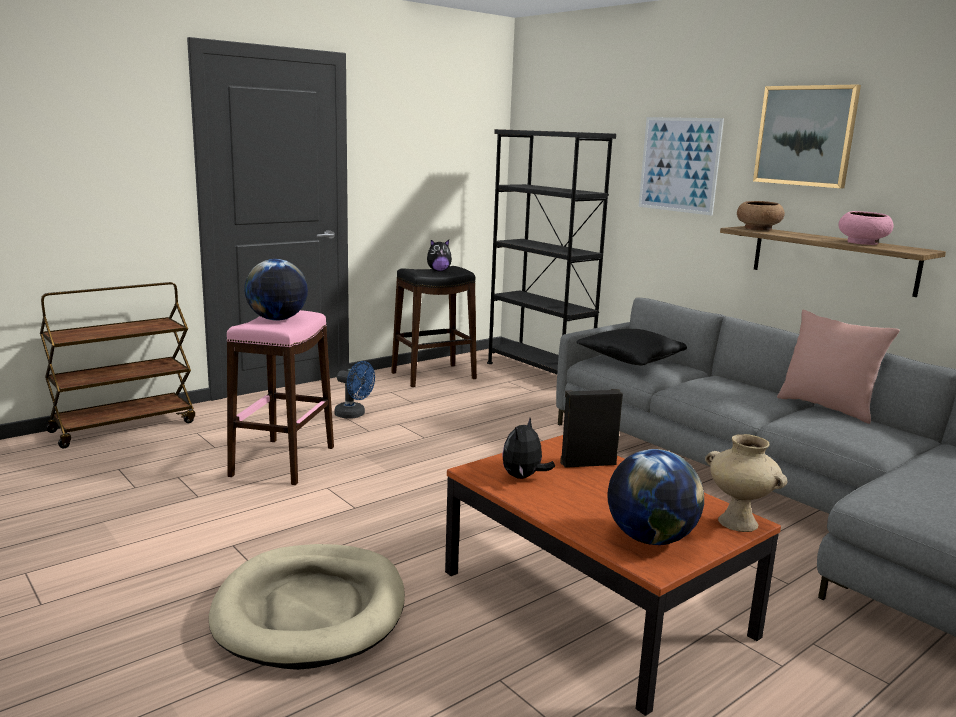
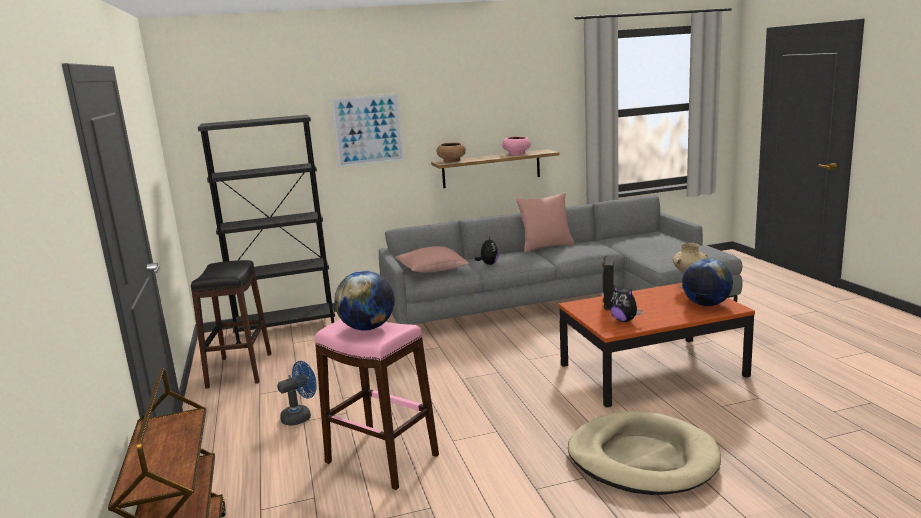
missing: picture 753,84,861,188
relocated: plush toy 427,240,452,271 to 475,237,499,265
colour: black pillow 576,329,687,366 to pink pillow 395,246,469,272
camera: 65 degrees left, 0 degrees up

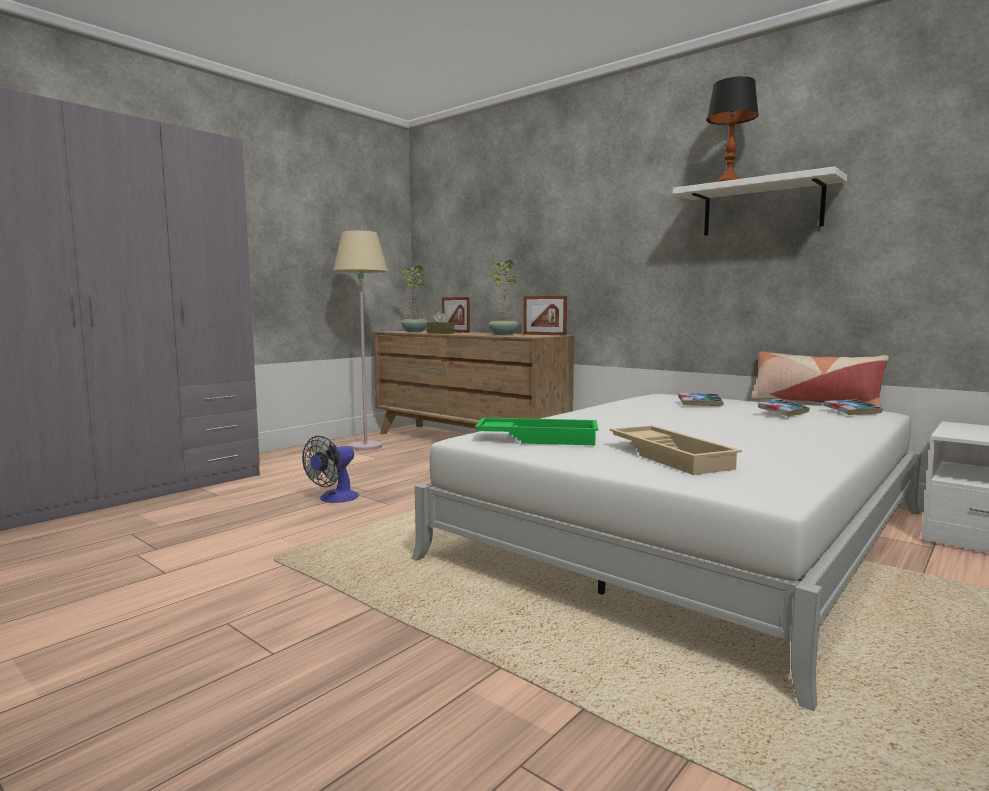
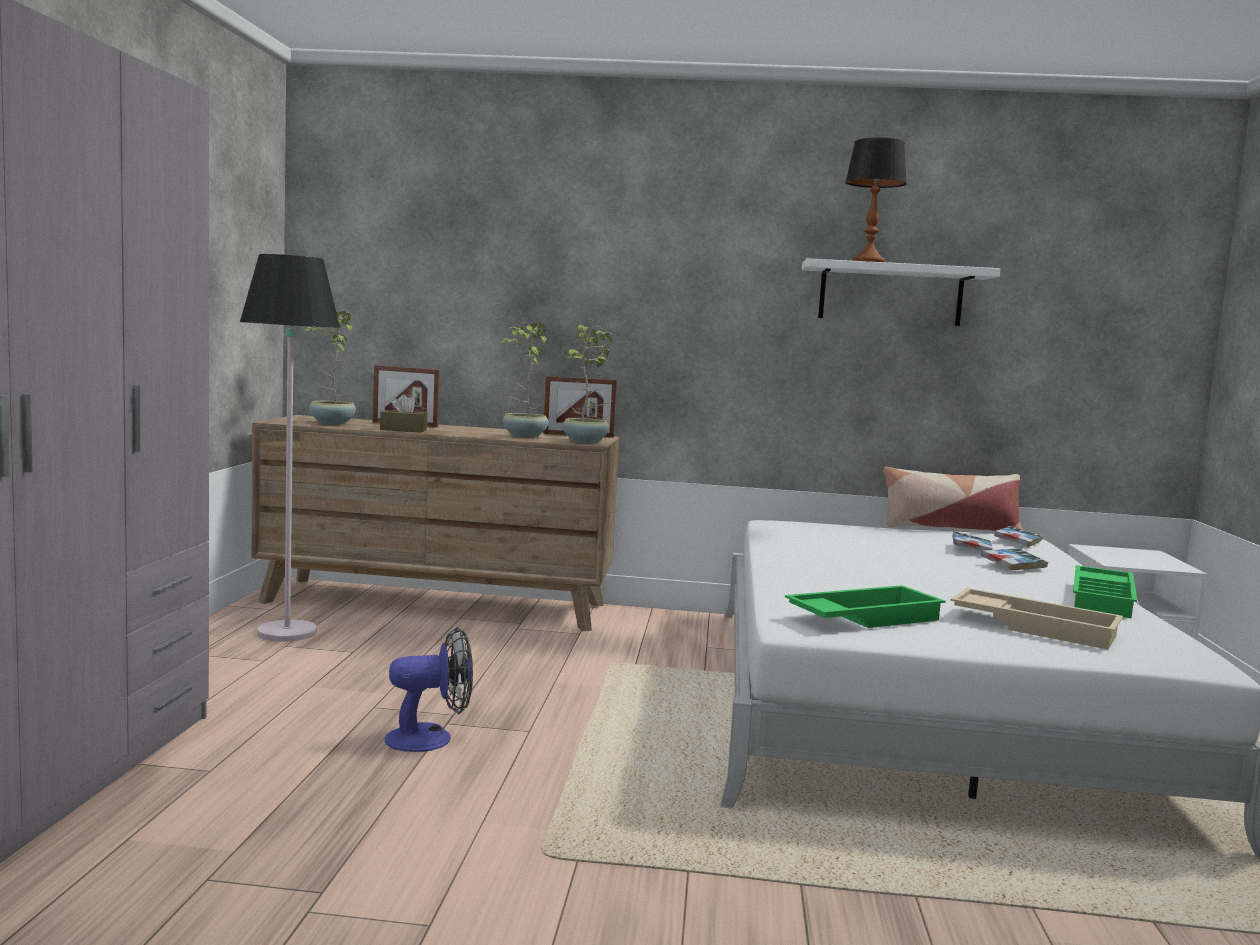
appeared: potted plant 562,325,612,444; green tray 1073,565,1137,618
relocated: book 678,393,724,406 to 981,548,1048,571
colour: beige floor lamp 333,230,388,451 to black floor lamp 240,254,340,642
spun: fan 302,436,359,503 = 385,627,473,752 105 degrees counterclockwise
camera: 35 degrees left, 0 degrees up

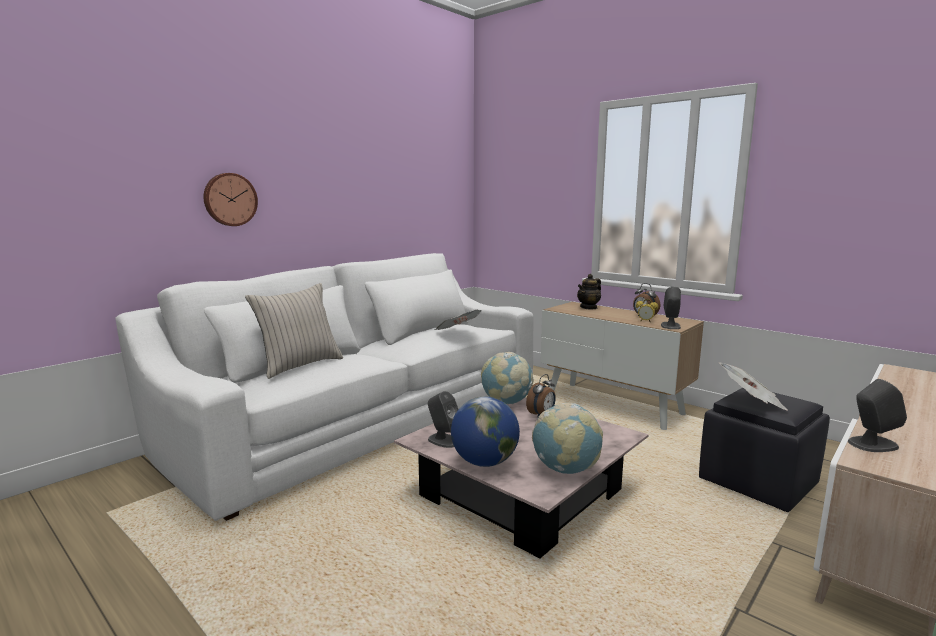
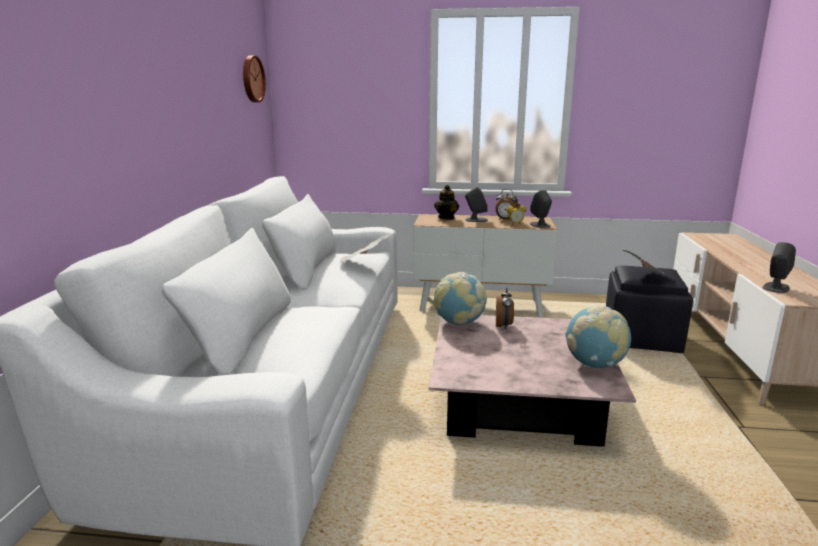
missing: beige pillow 245,283,343,379; globe 451,397,520,467
relocated: wall clock 204,173,258,226 to 243,55,266,102; grey speaker 428,391,458,448 to 465,186,488,222
camera: 35 degrees left, 5 degrees up

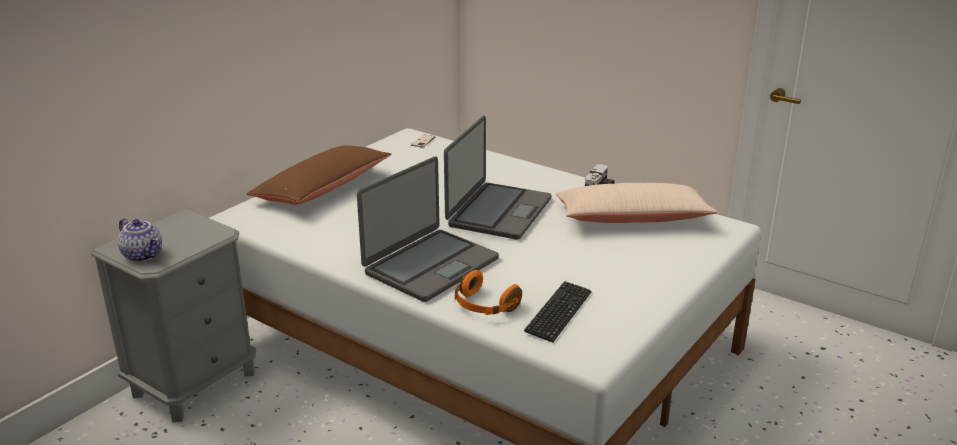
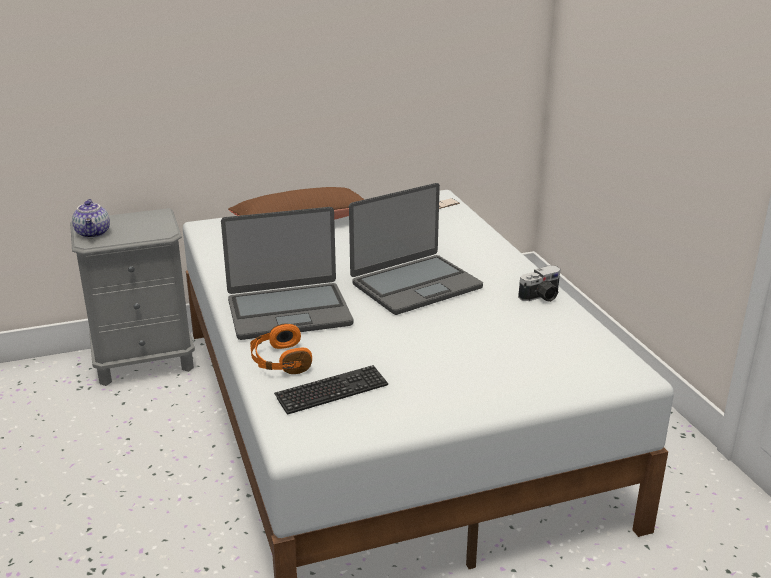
missing: beige pillow 556,183,718,223
camera: 35 degrees right, 0 degrees up

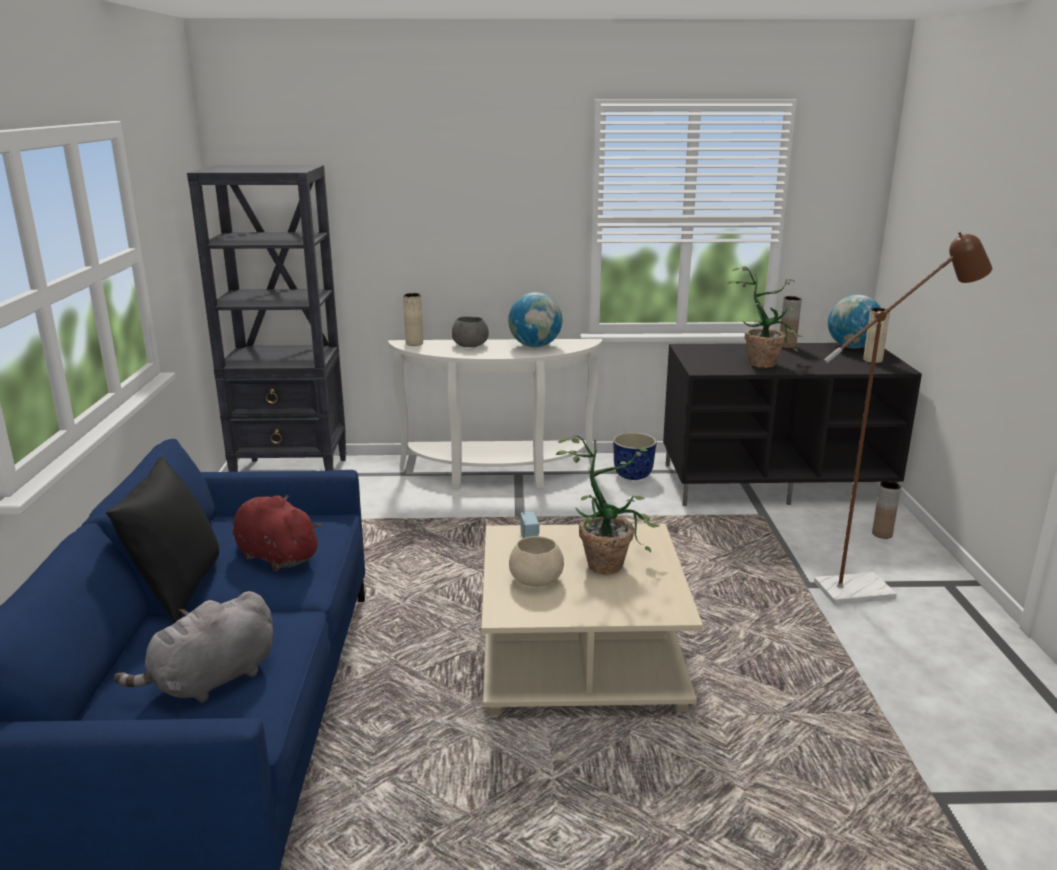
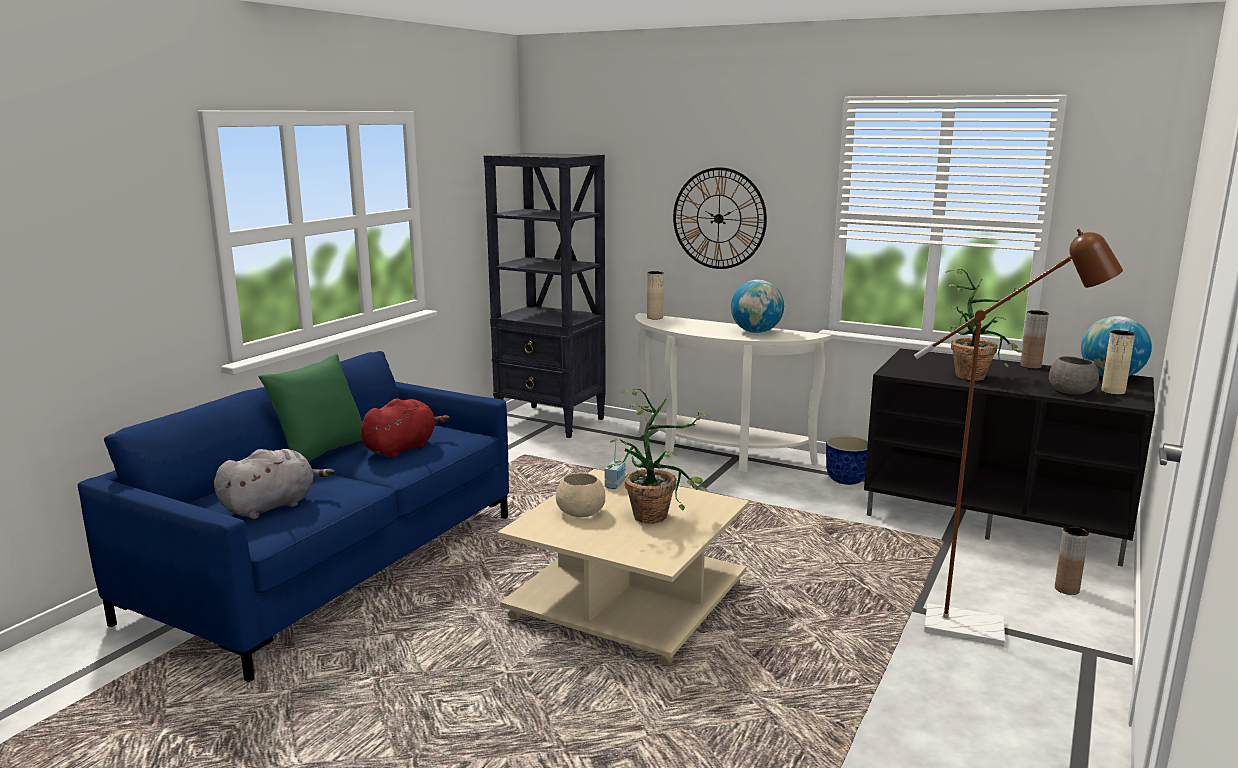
appeared: wall clock 673,167,767,269
relocated: grey bowl 452,316,489,347 to 1049,356,1099,395
colour: black pillow 106,457,219,623 to green pillow 258,354,362,462
spun: grey plush toy 114,591,273,703 = 214,449,334,519 150 degrees clockwise; red plush toy 233,494,322,571 = 361,399,450,458 60 degrees clockwise
camera: 30 degrees right, 5 degrees down

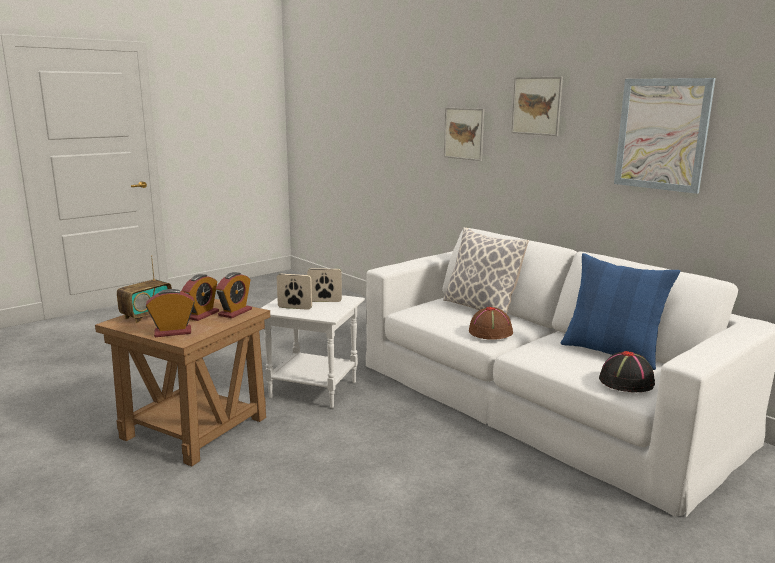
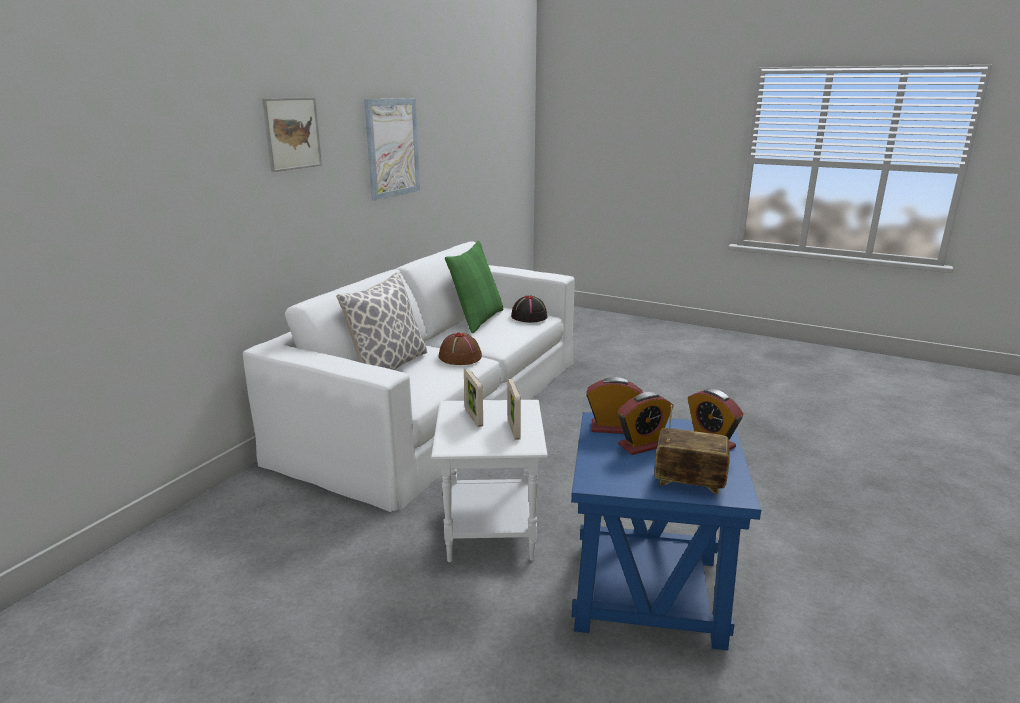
missing: picture 444,108,484,161
colour: brown side table 95,299,270,466 to blue side table 571,412,761,650; blue pillow 560,253,680,370 to green pillow 445,241,503,333
spun: alarm clock 181,274,219,321 = 618,392,674,455 150 degrees clockwise
camera: 110 degrees left, 5 degrees up

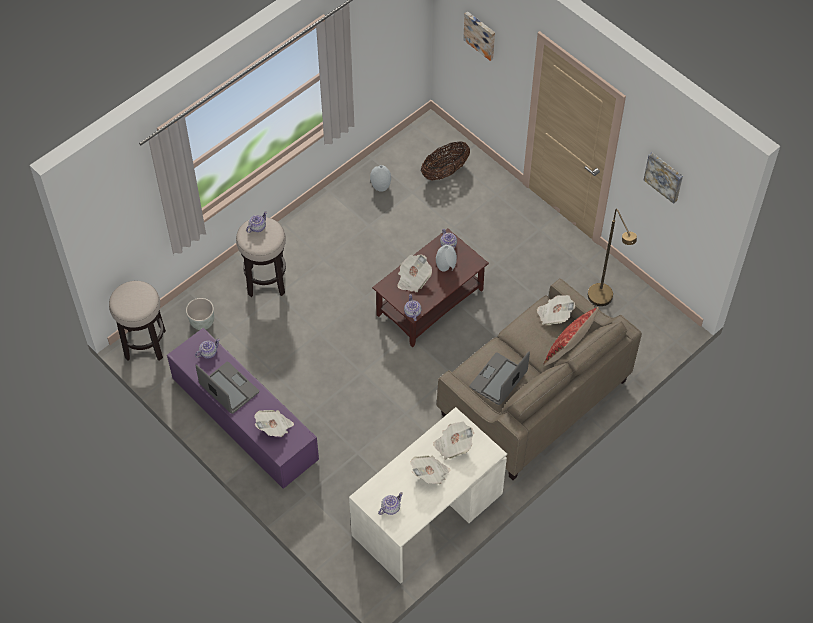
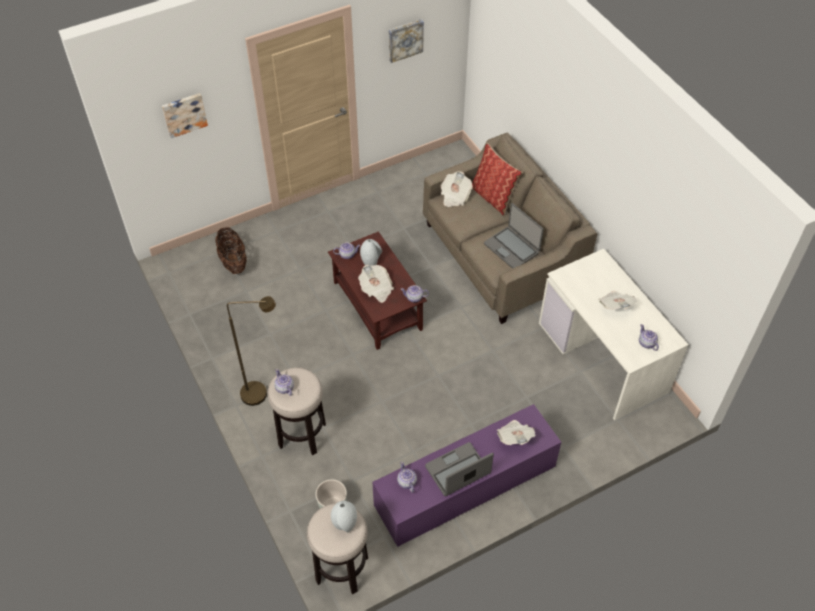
missing: newspaper 433,421,474,460
relocated: grey vase 370,165,391,192 to 331,500,357,533; brown floor lamp 588,208,637,306 to 227,296,276,406
camera: 75 degrees left, 5 degrees down

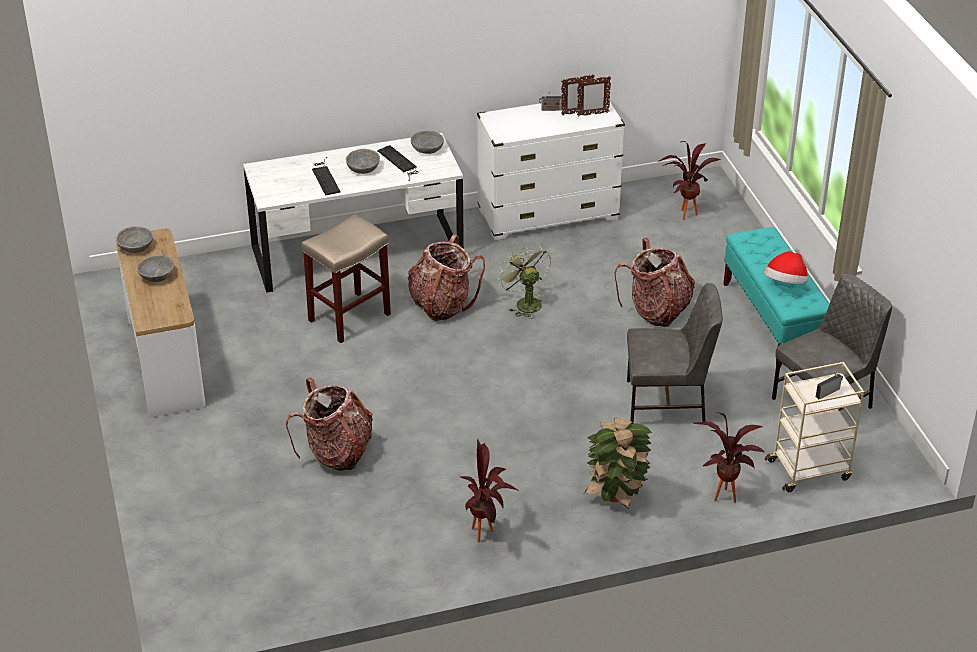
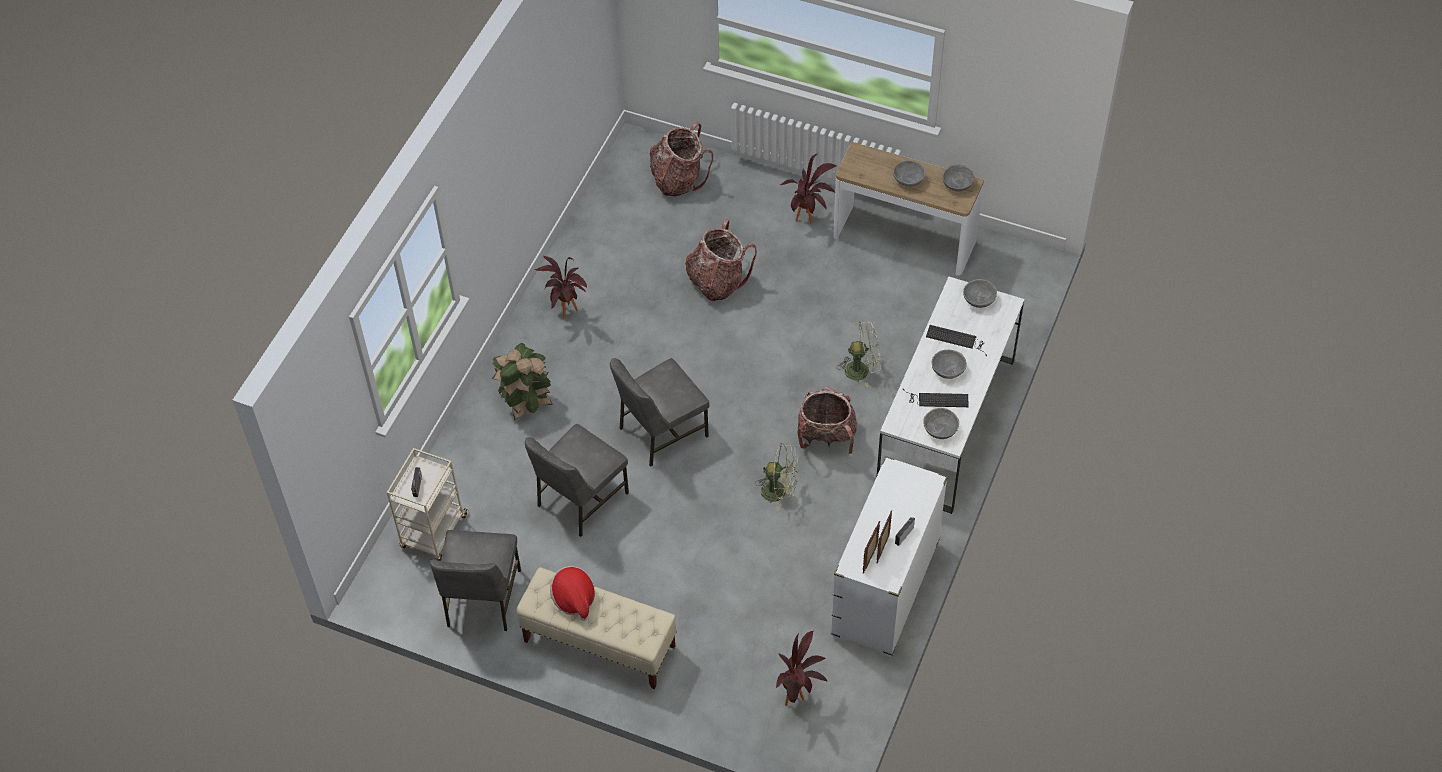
appeared: grey chair 610,358,710,467; grey bowl 963,279,997,308
relocated: backpack 615,238,695,327 to 649,122,713,197; potted plant 694,412,765,503 to 781,154,837,224
exchanged: beige stool 301,214,391,343 to green fan 838,321,881,387
colour: turquoise bench 724,227,829,367 to beige bench 516,567,677,689
camera: 130 degrees right, 15 degrees up

